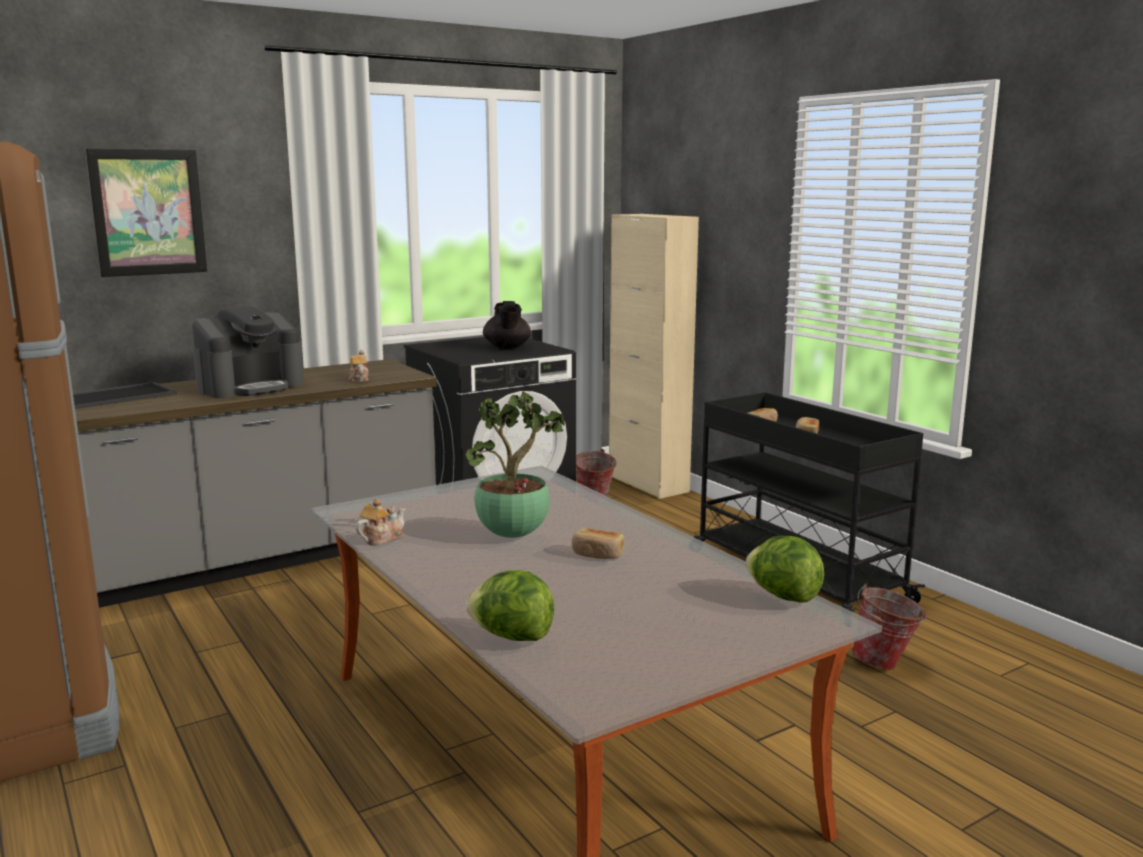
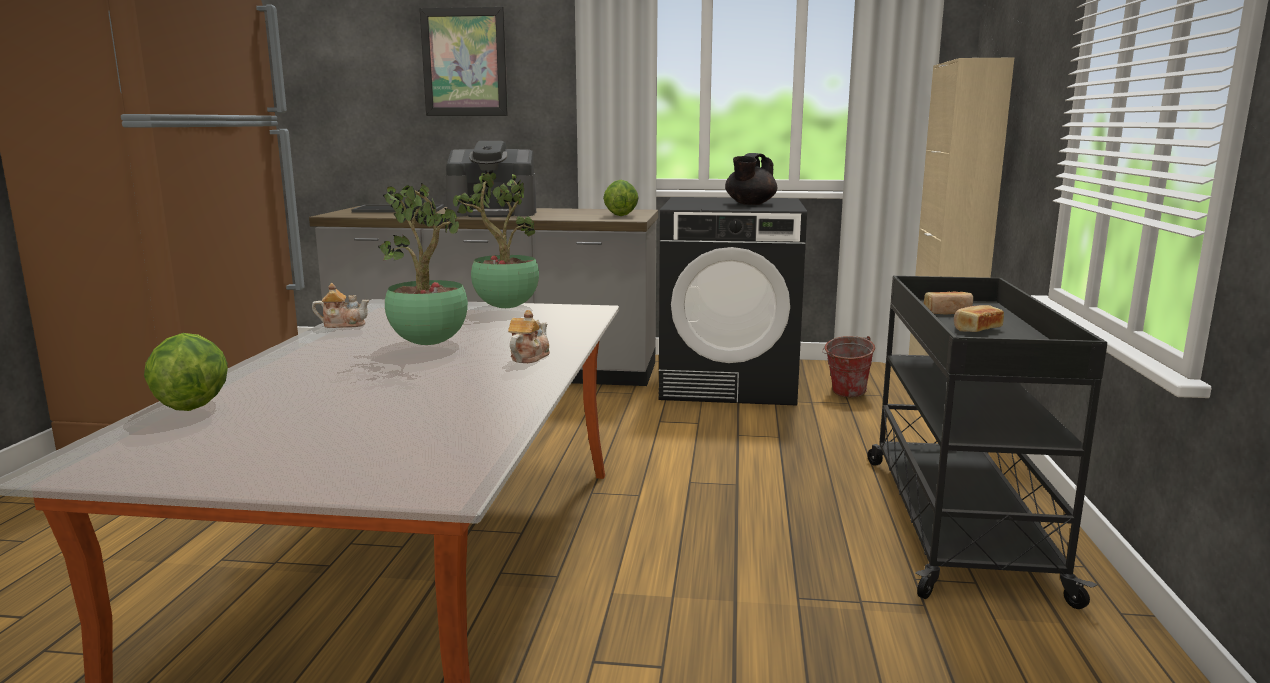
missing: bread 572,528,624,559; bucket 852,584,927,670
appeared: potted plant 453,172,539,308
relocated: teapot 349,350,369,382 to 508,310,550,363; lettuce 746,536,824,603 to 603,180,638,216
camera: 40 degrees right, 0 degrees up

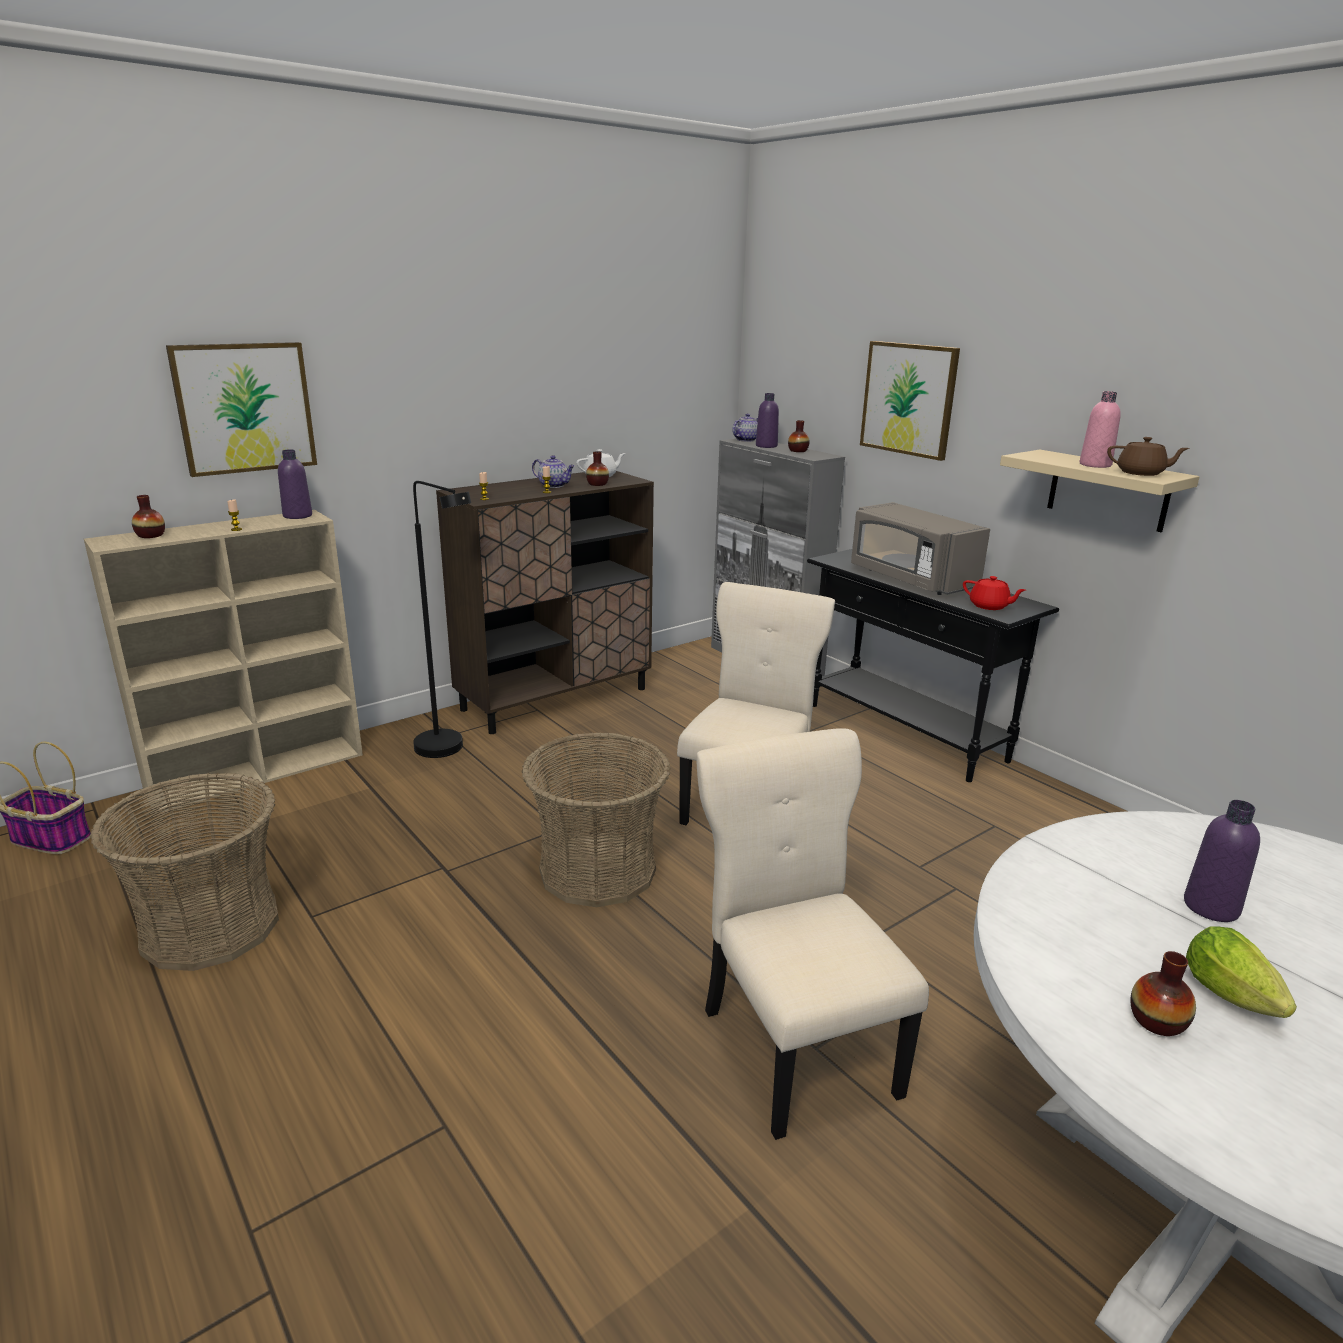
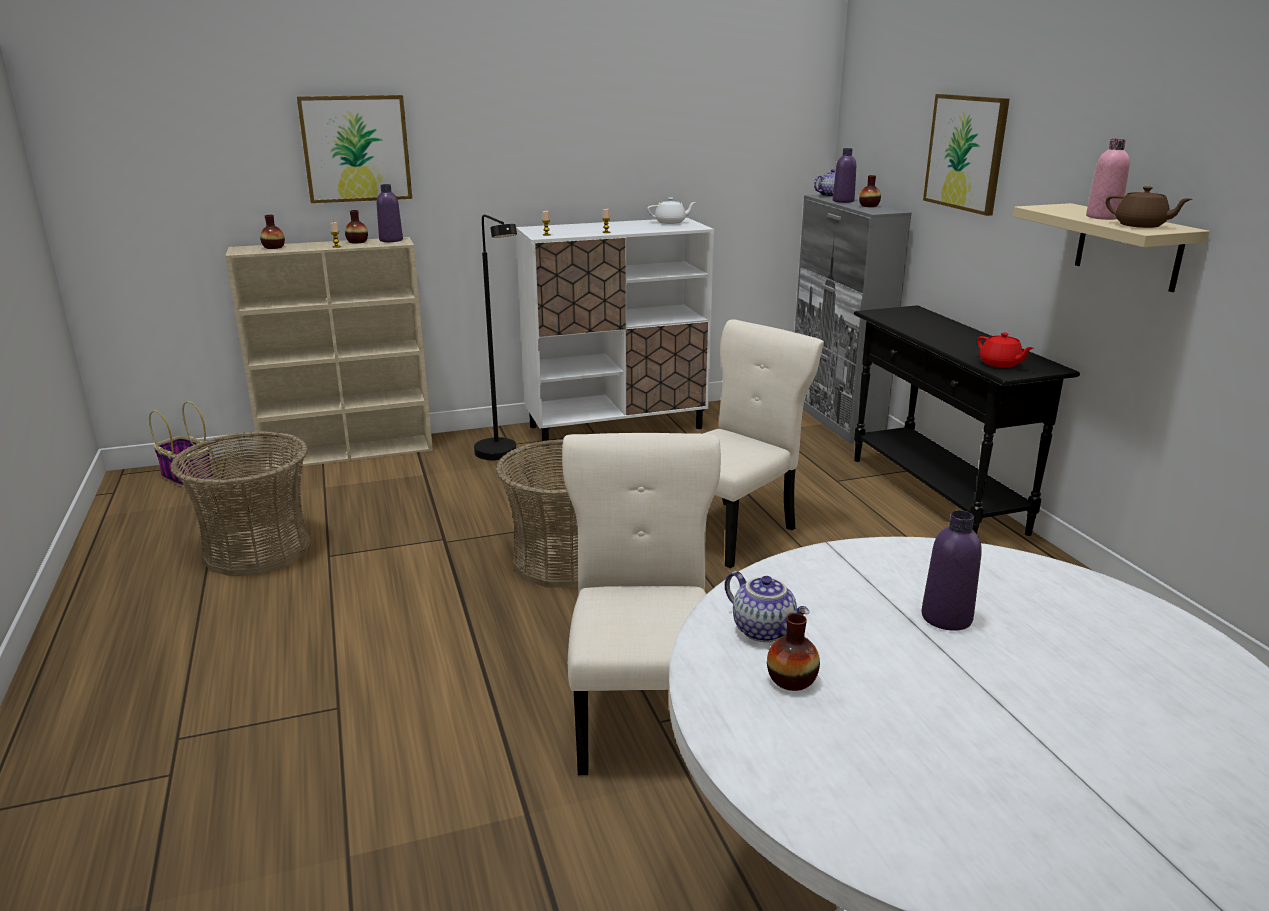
missing: grey microwave 851,502,990,595; lettuce 1186,926,1297,1018
relocated: teapot 532,455,575,488 to 725,571,809,642; vase 586,451,609,486 to 345,210,368,244
colour: brown cabinet 436,471,654,734 to white cabinet 516,218,714,448
camera: 20 degrees right, 0 degrees up

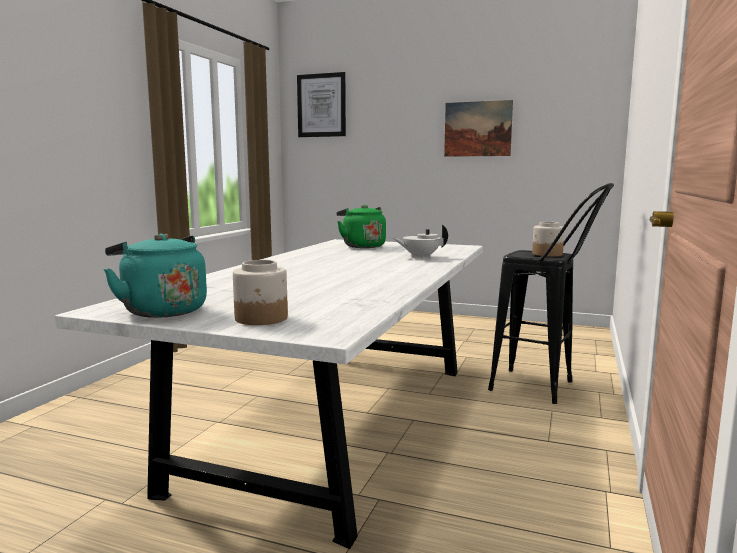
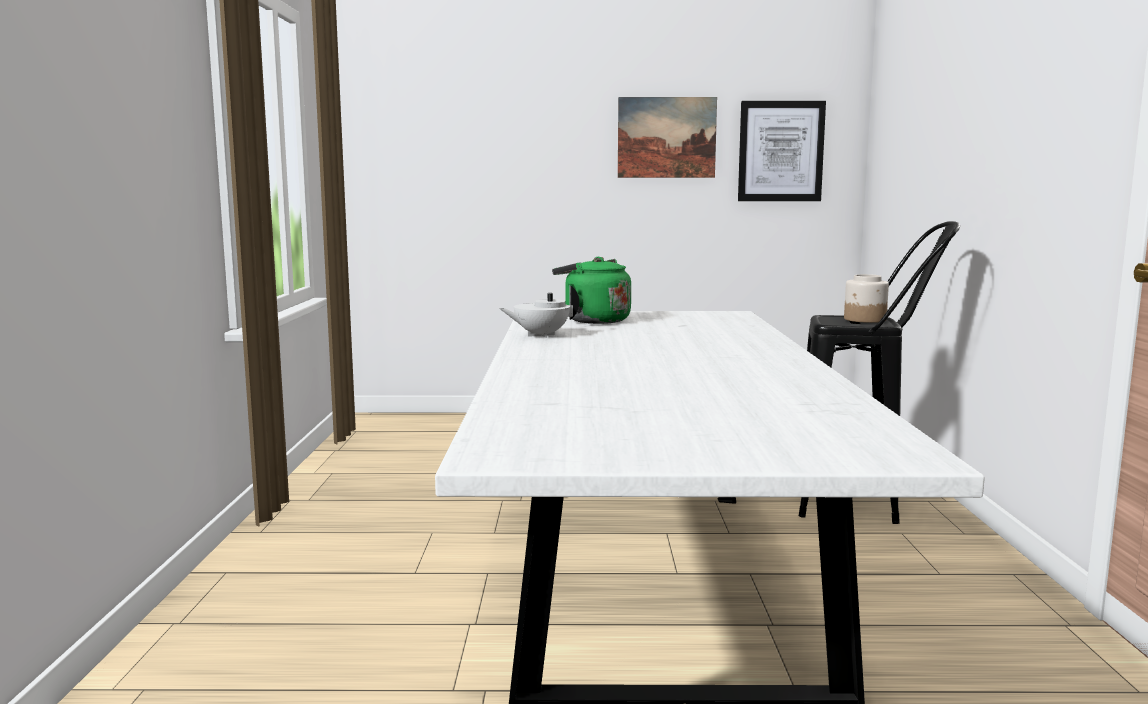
missing: turquoise kettle 104,233,207,318; jar 233,260,288,325
relocated: picture 297,72,346,137 to 738,101,826,201; white teapot 393,225,448,259 to 499,285,579,338
camera: 20 degrees left, 0 degrees up

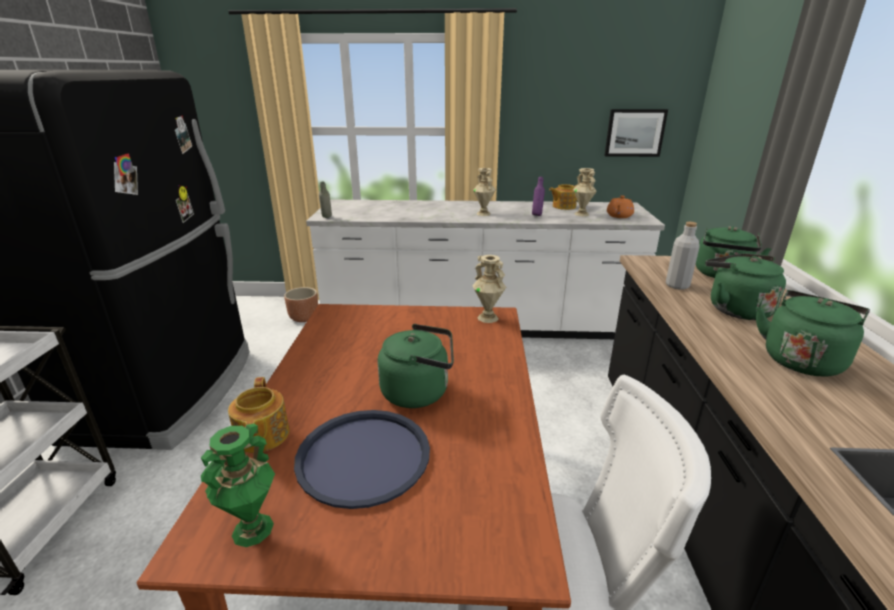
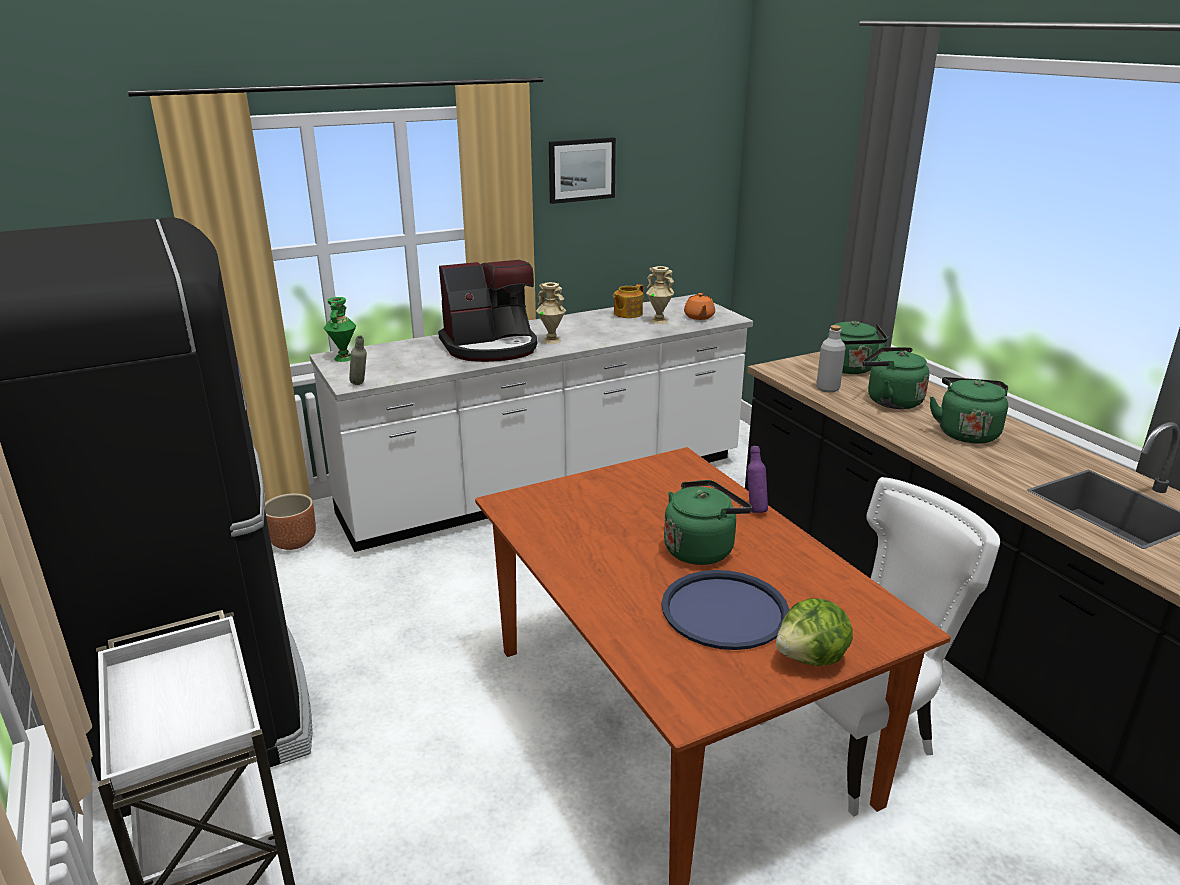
missing: teapot 228,377,290,453; beige vase 472,255,506,323
appeared: coffee machine 438,259,537,362; lettuce 776,599,853,666
relocated: green vase 201,424,275,547 to 324,297,357,362; purple bottle 532,177,545,216 to 747,446,768,513; picture 604,109,668,157 to 549,137,616,204
camera: 30 degrees left, 0 degrees up

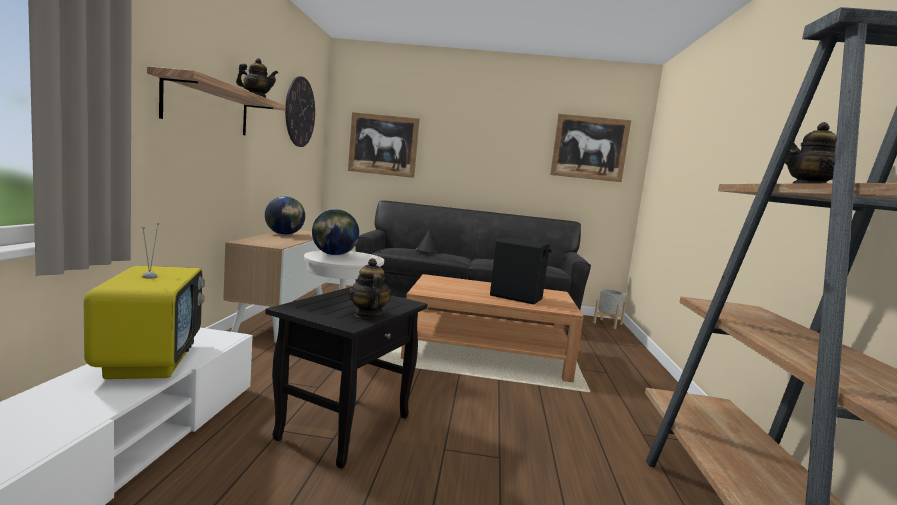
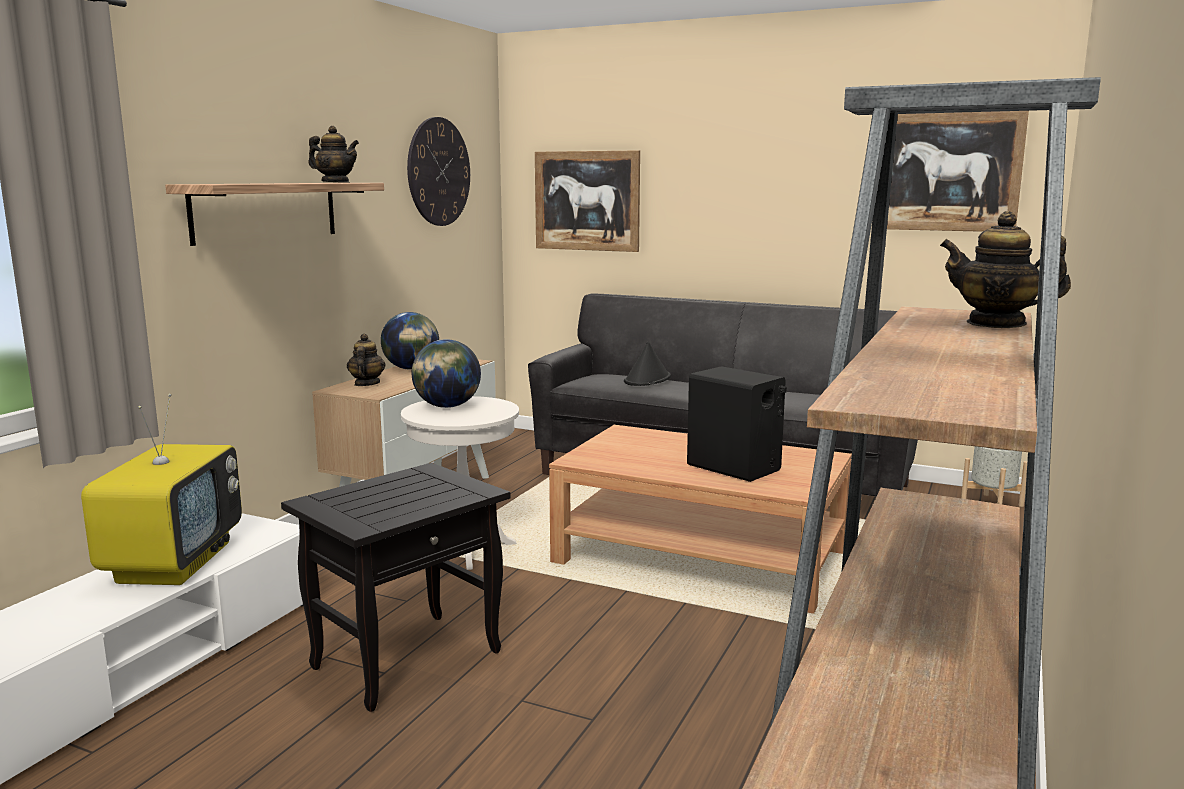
relocated: teapot 348,258,392,318 to 347,333,386,386
camera: 20 degrees right, 5 degrees up

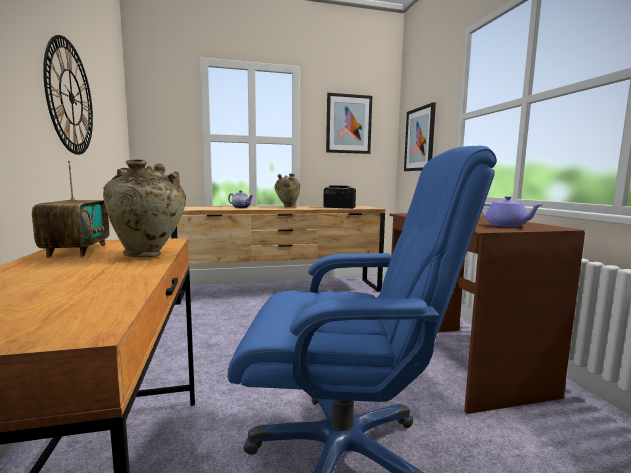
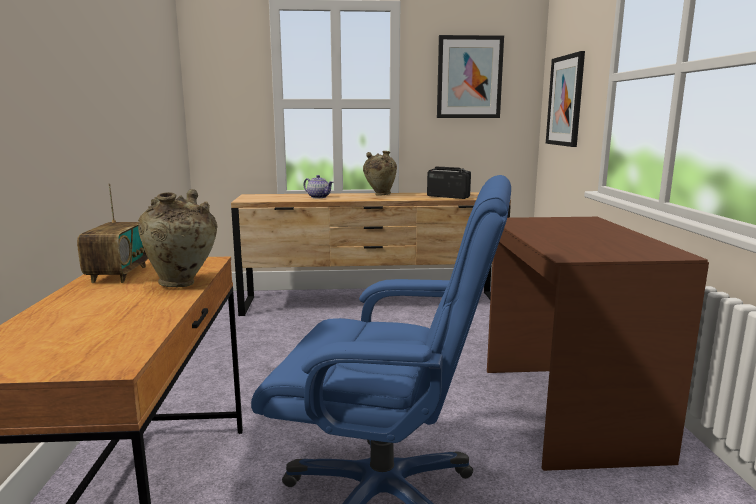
missing: wall clock 43,35,93,155; purple teapot 481,196,543,227
camera: 10 degrees right, 5 degrees up

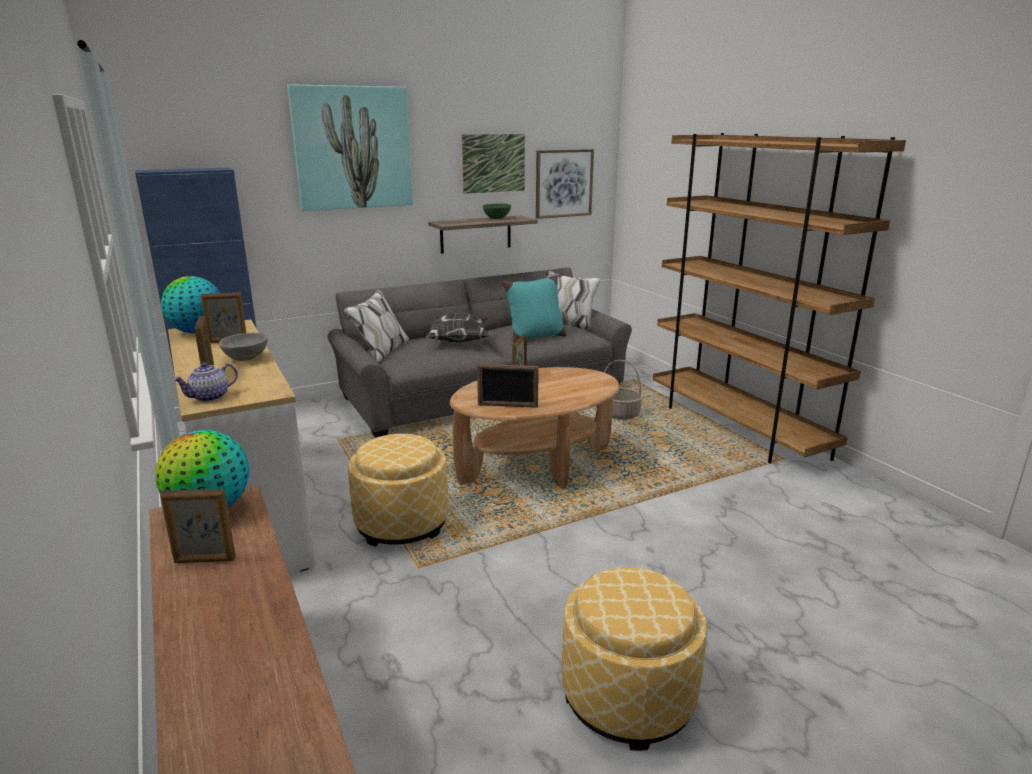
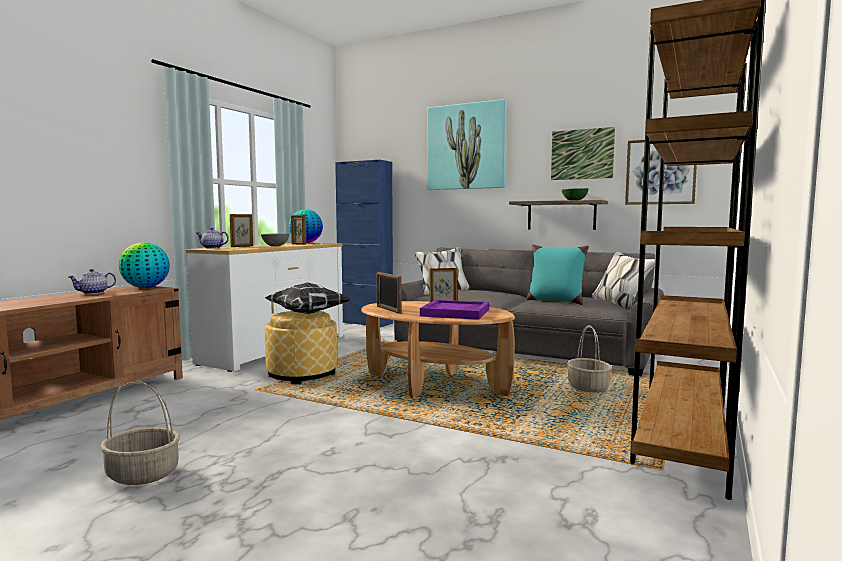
appeared: purple tray 420,300,489,320
relocated: pillow 426,312,490,343 to 265,282,350,314
exchanged: picture frame 160,489,236,563 to teapot 68,269,116,294; ottoman 562,567,707,751 to basket 100,382,180,485
camera: 55 degrees right, 15 degrees down

